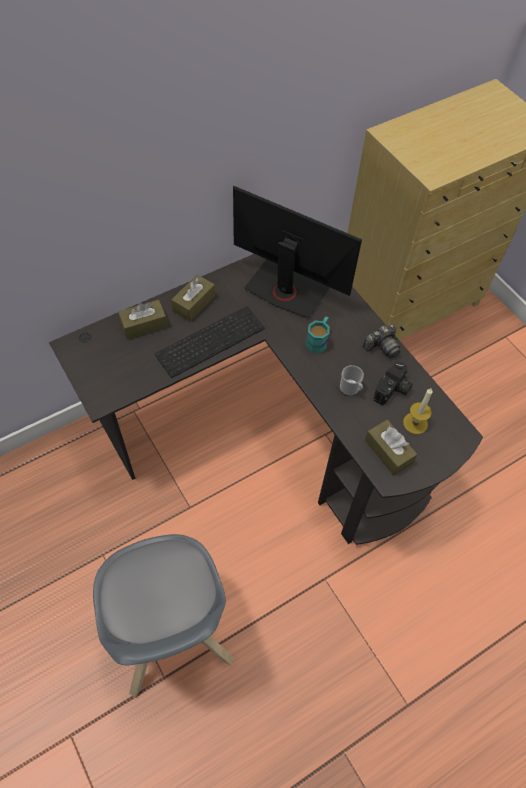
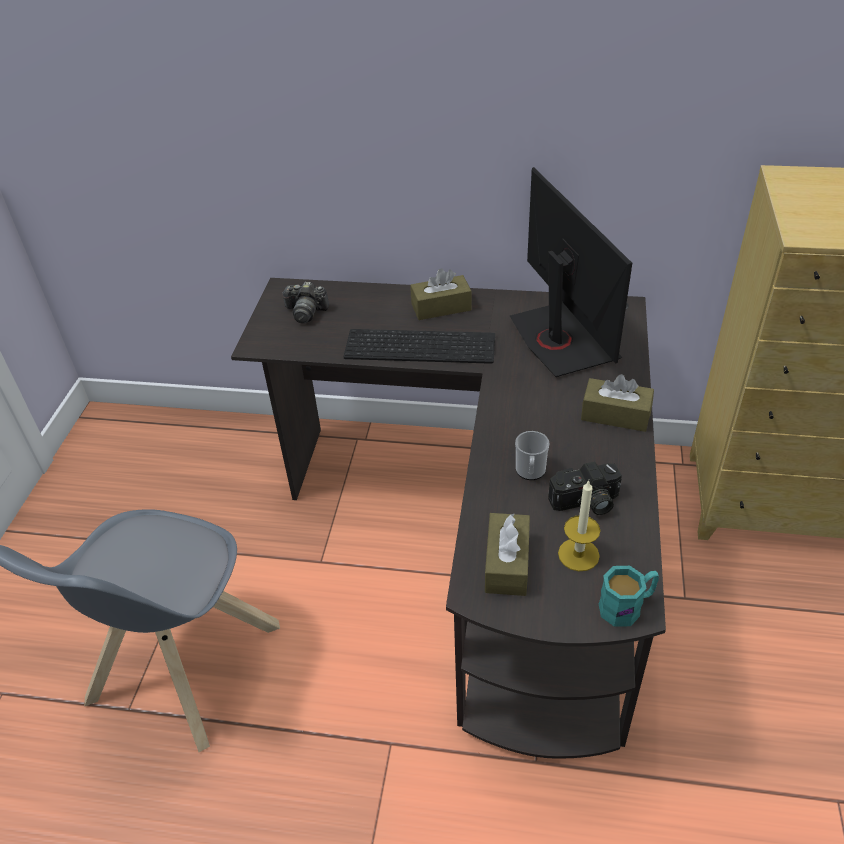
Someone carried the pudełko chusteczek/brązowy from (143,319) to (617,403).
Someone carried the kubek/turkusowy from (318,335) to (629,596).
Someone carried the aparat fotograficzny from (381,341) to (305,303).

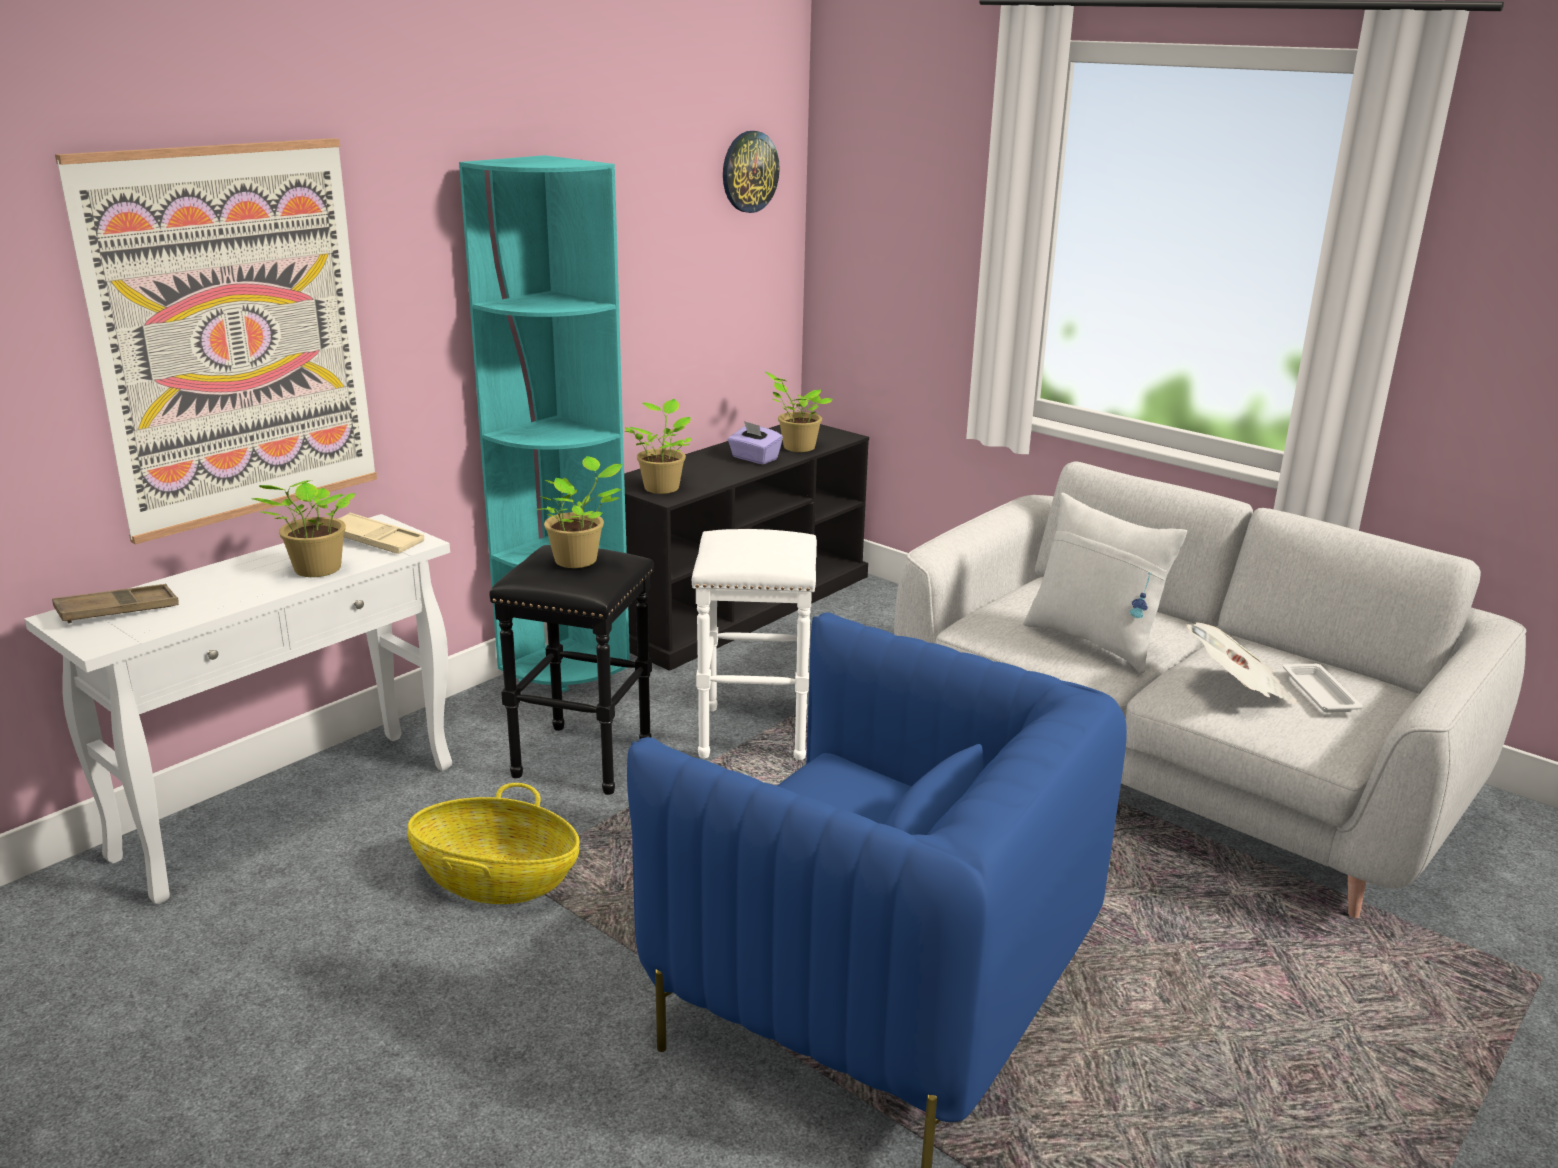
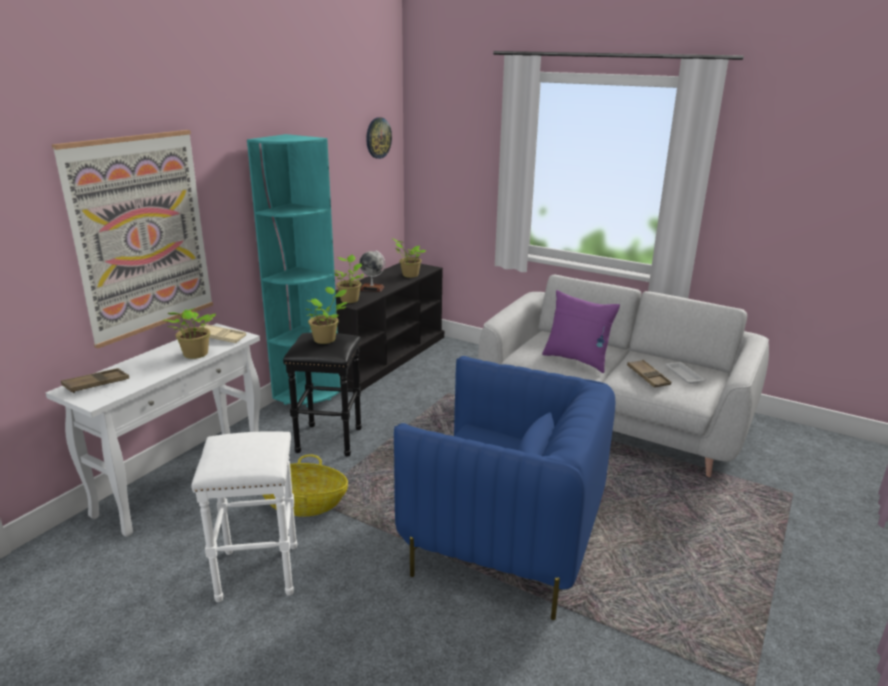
Someone took away the pudełko chusteczek/fioletowy at (755,442).
Someone put down the globus at (372,271).
Someone carried the stołek/biały from (754,644) to (244,516).
Someone swapped the gazeta at (1242,663) for the taca/brązowy at (649,374).
Someone repainted the poduszka/szary at (1105,583), which became the poduszka/fioletowy at (581,331).

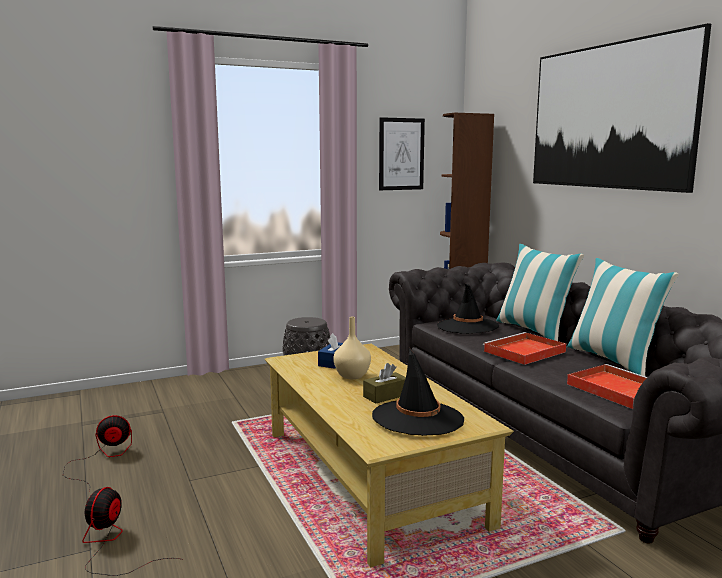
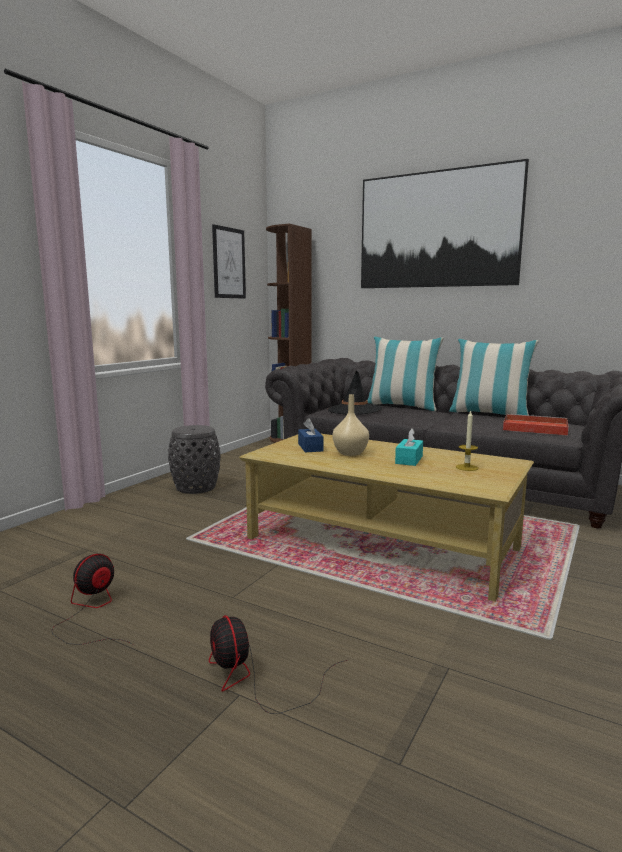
Someone took away the taca/czerwony at (524,348).
Someone swapped the kapelusz/czarny at (418,391) for the świeca at (467,441).
Someone repainted the pudełko chusteczek/brązowy at (384,383), which became the pudełko chusteczek/turkusowy at (409,447).

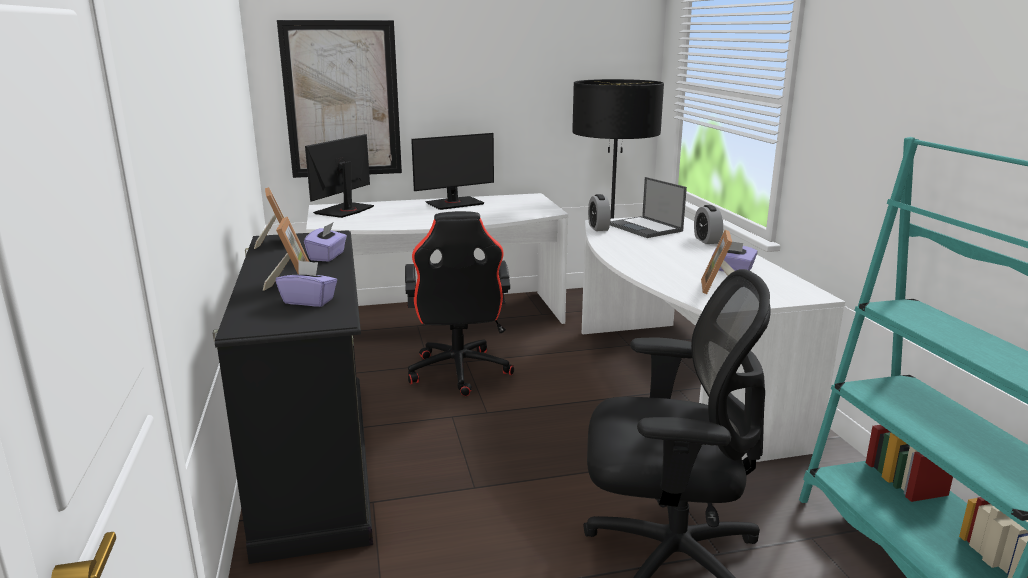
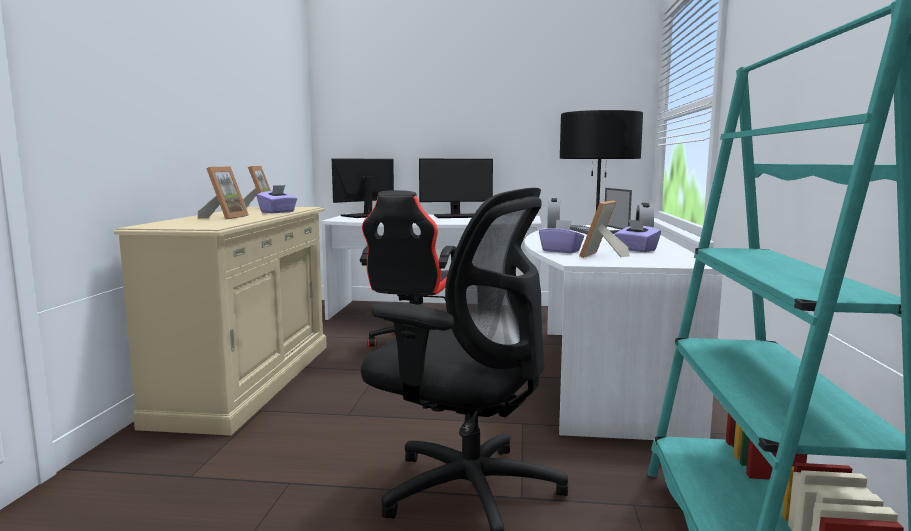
Someone took away the obraz at (339,99).
Someone carried the pudełko chusteczek/fioletowy from (306,284) to (561,236).
Someone repainted the szafka/czarny at (292,397), which became the szafka/beżowy at (220,321).

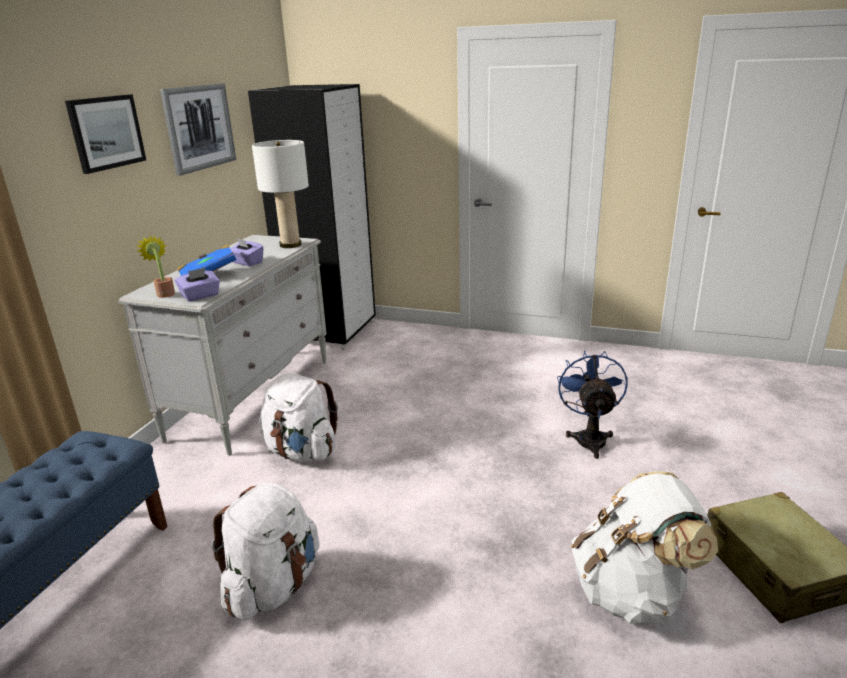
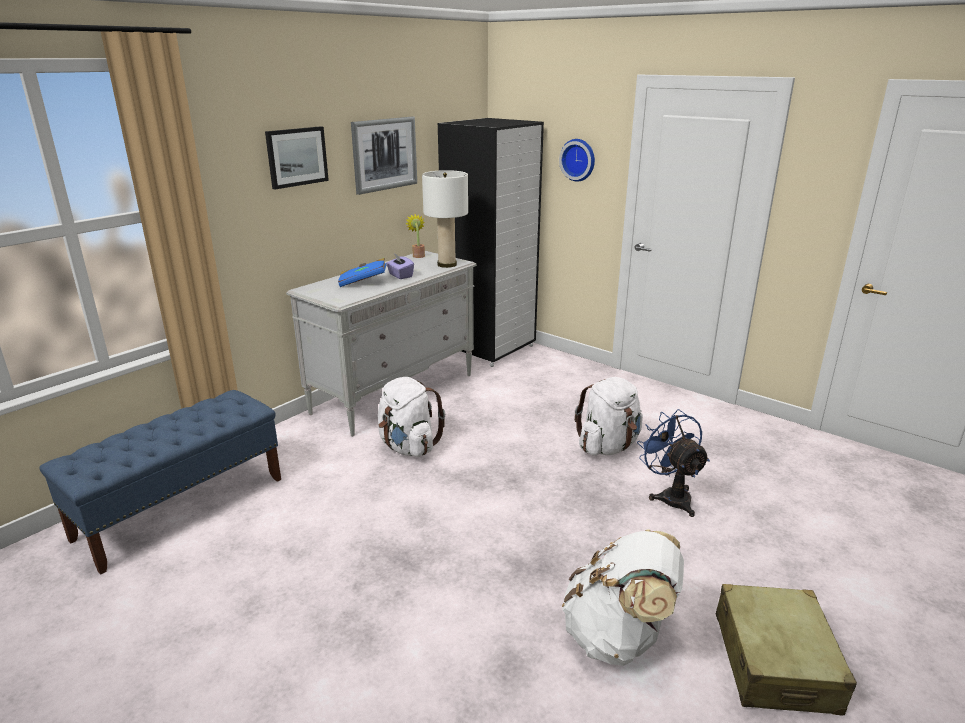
Someone took away the pudełko chusteczek/fioletowy at (197,284).
Someone put up the zegar ścienny at (577,160).
Someone carried the roślina doniczkowa from (155,266) to (415,236).
Someone carried the plecak/biały from (265,551) to (609,416).
Someone rotated the wentylator/niebieski at (592,404) by 45 degrees counterclockwise.

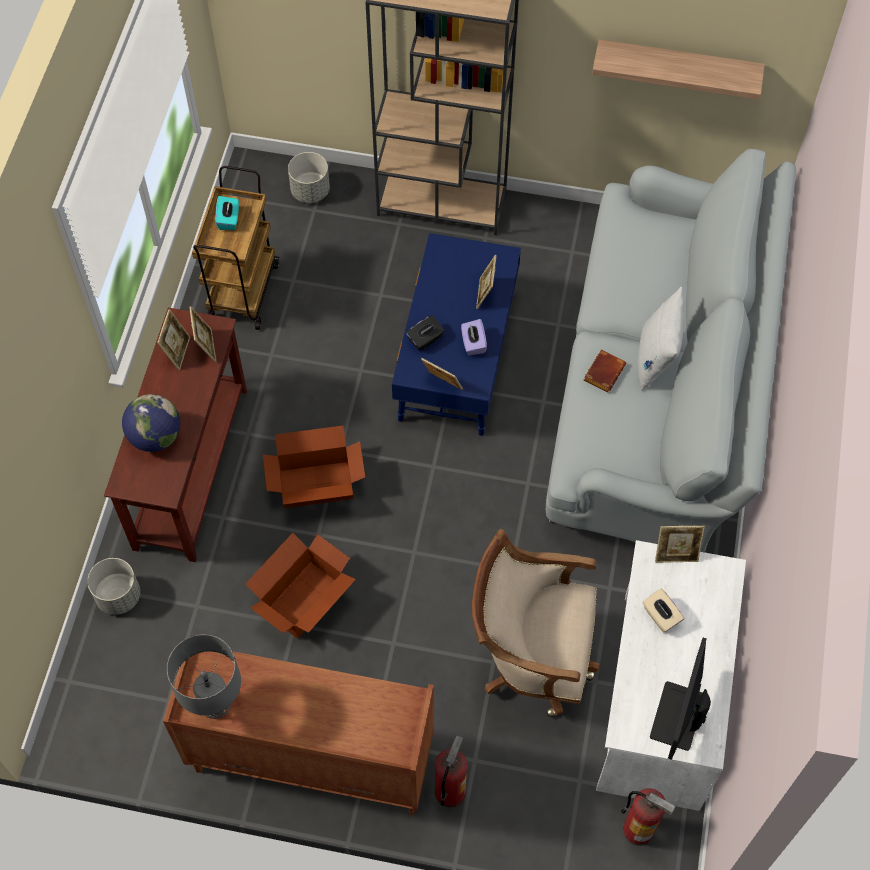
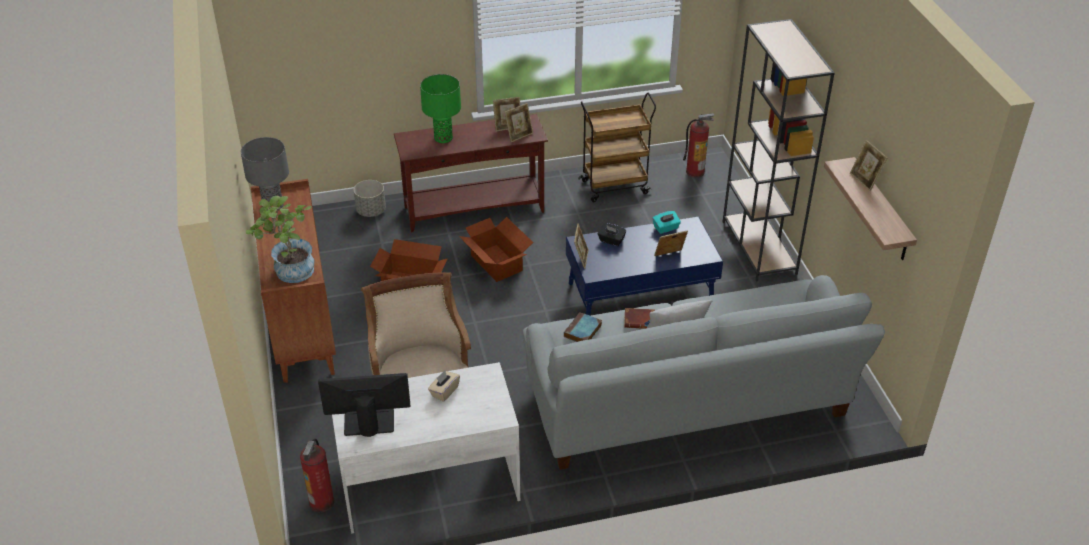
Someone took away the donica/szary at (309,177).
Someone took away the pudełko chusteczek/fioletowy at (474,337).
Someone put down the roślina doniczkowa at (279,239).
Someone put down the książka at (583,327).
Someone carried the pudełko chusteczek/turkusowy from (227,213) to (666,222).
Someone carried the gaśnica from (451,771) to (698,145).
Someone carried the ramka na zdjęcie from (680,544) to (868,165).
Someone swapped the globus at (151,423) for the lampa stołowa/zielony at (440,108).

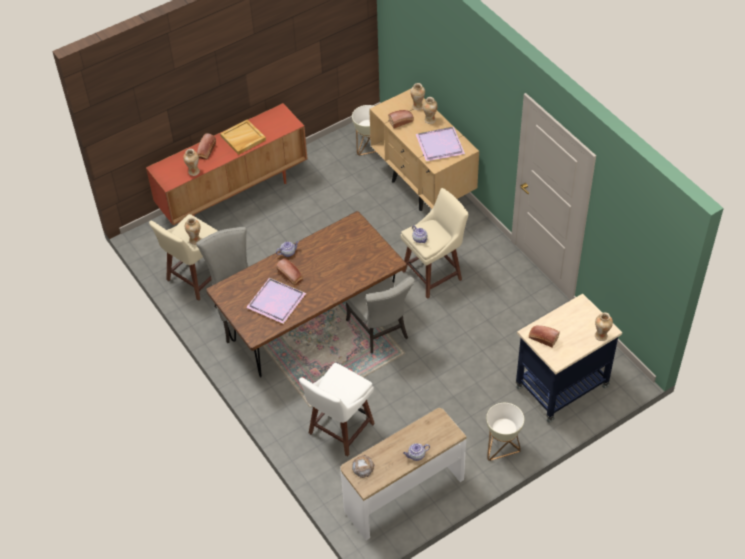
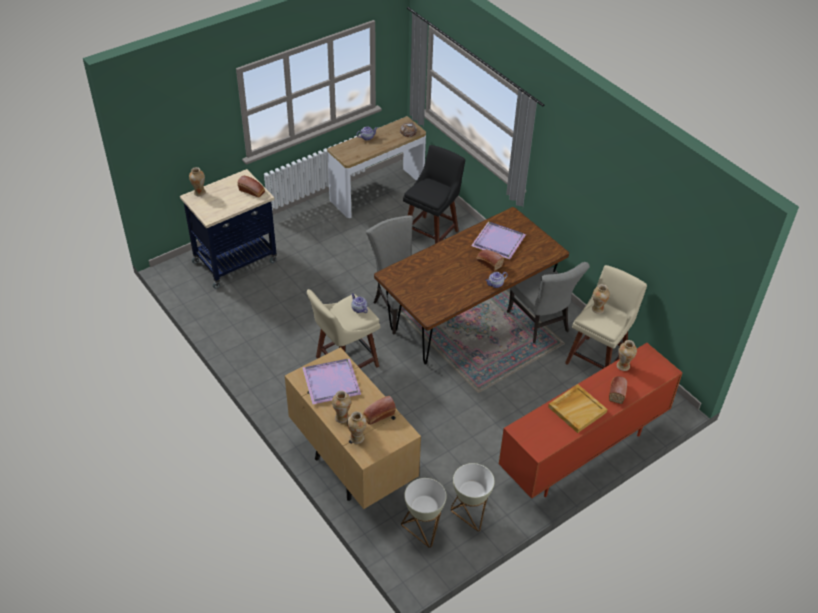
Someone carried the donica from (505,432) to (473,497).
Someone repainted the stołek/biały at (337,409), which became the stołek/czarny at (434,194).

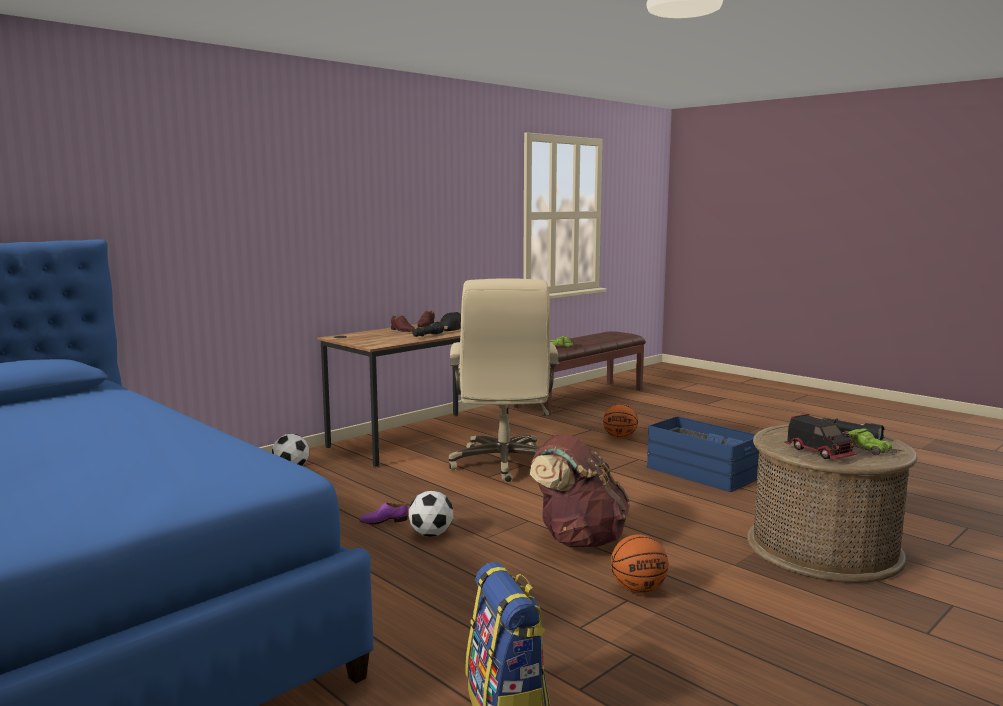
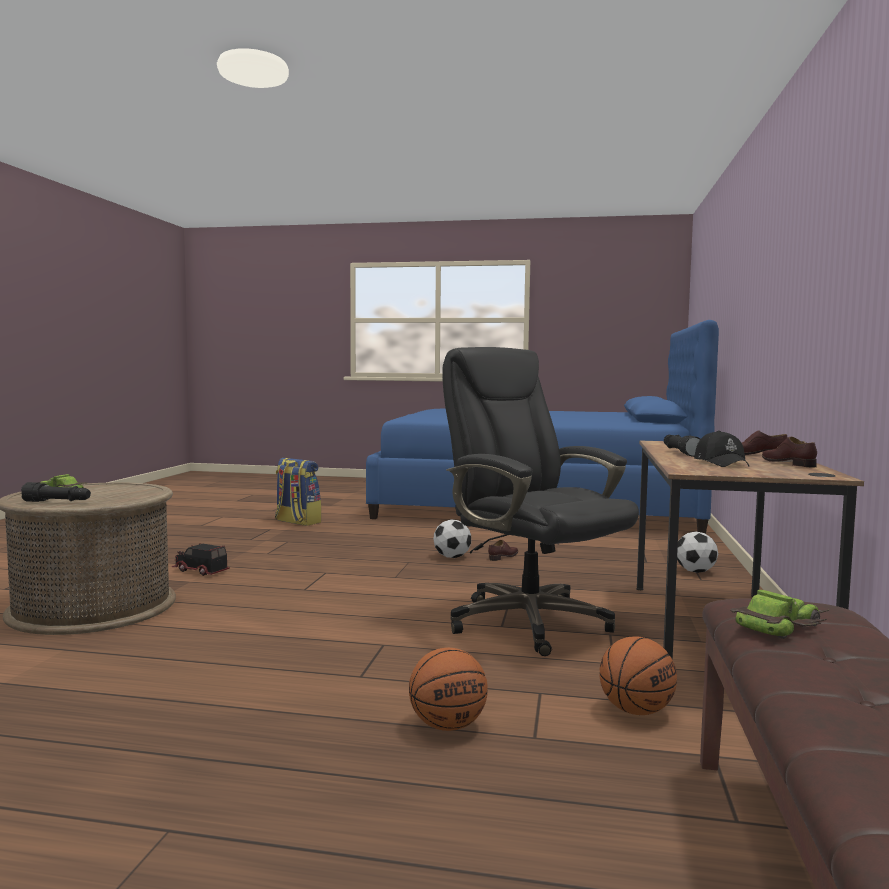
Someone took away the plecak/brązowy at (580,491).
Someone took away the pojemnik do przechowywania/niebieski at (702,454).
Someone carried the piłka do koszykówki from (639,563) to (638,675).
Someone carried the ciężarówka zabawkowa from (821,437) to (201,559).
Someone repainted the but/fioletowy at (383,513), which became the but/brązowy at (503,550).
Someone repainted the krzesło biurowe/beżowy at (504,380), which became the krzesło biurowe/czarny at (540,501).

